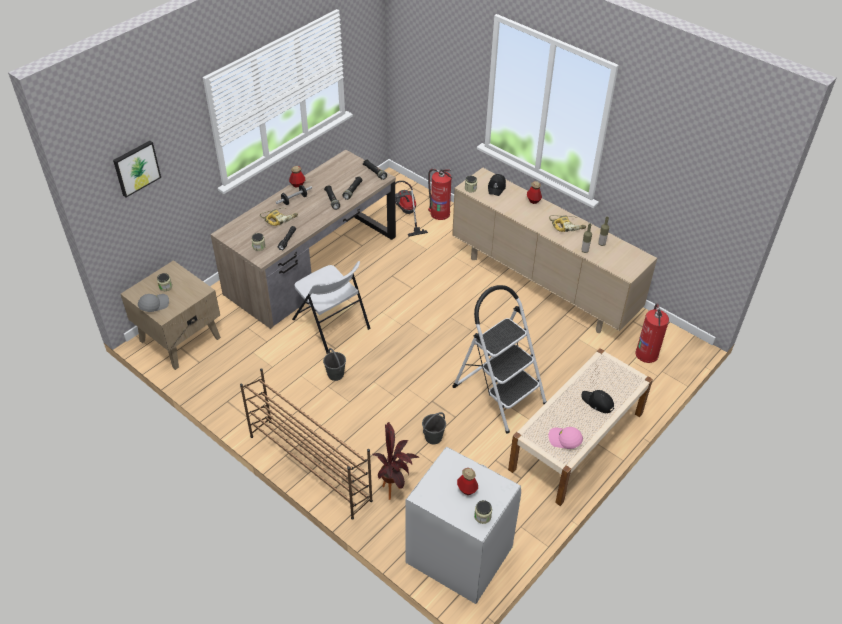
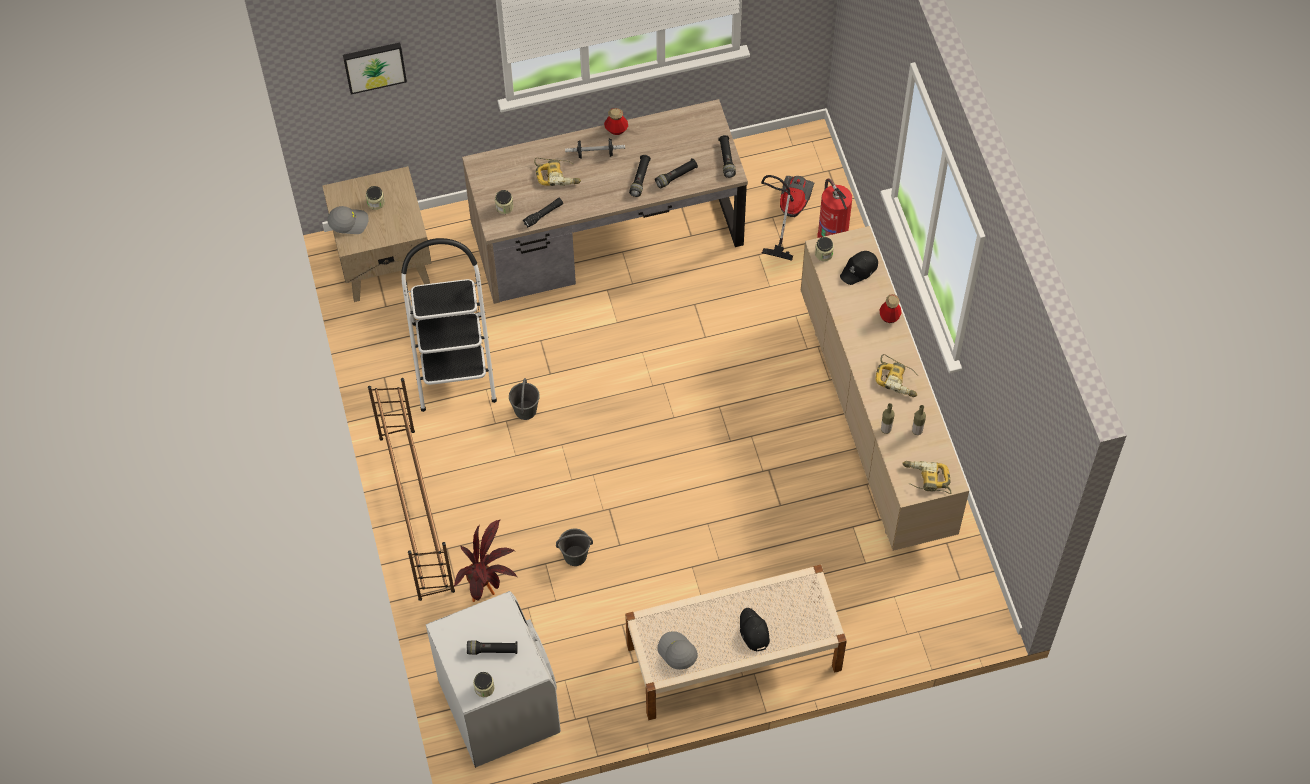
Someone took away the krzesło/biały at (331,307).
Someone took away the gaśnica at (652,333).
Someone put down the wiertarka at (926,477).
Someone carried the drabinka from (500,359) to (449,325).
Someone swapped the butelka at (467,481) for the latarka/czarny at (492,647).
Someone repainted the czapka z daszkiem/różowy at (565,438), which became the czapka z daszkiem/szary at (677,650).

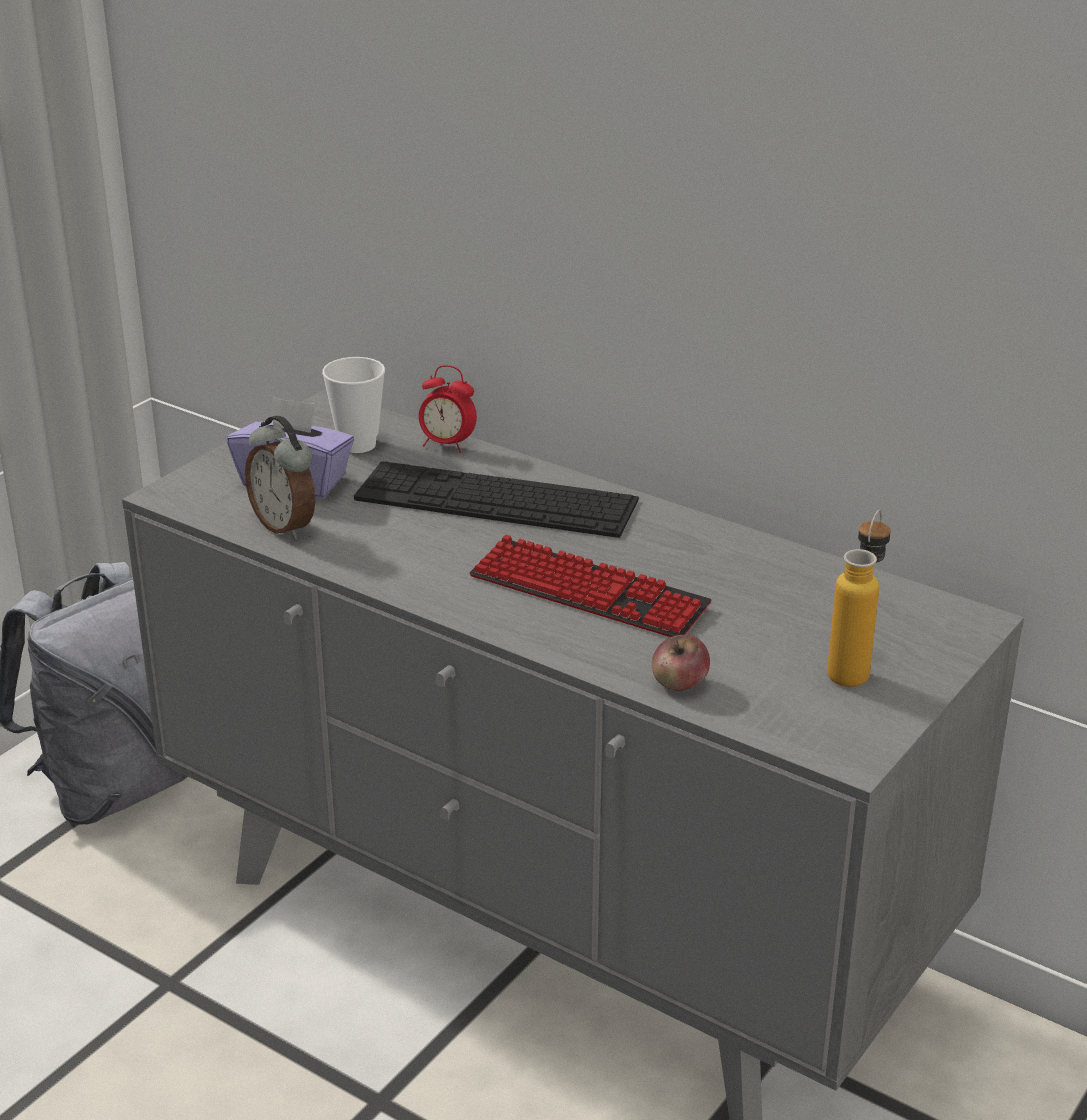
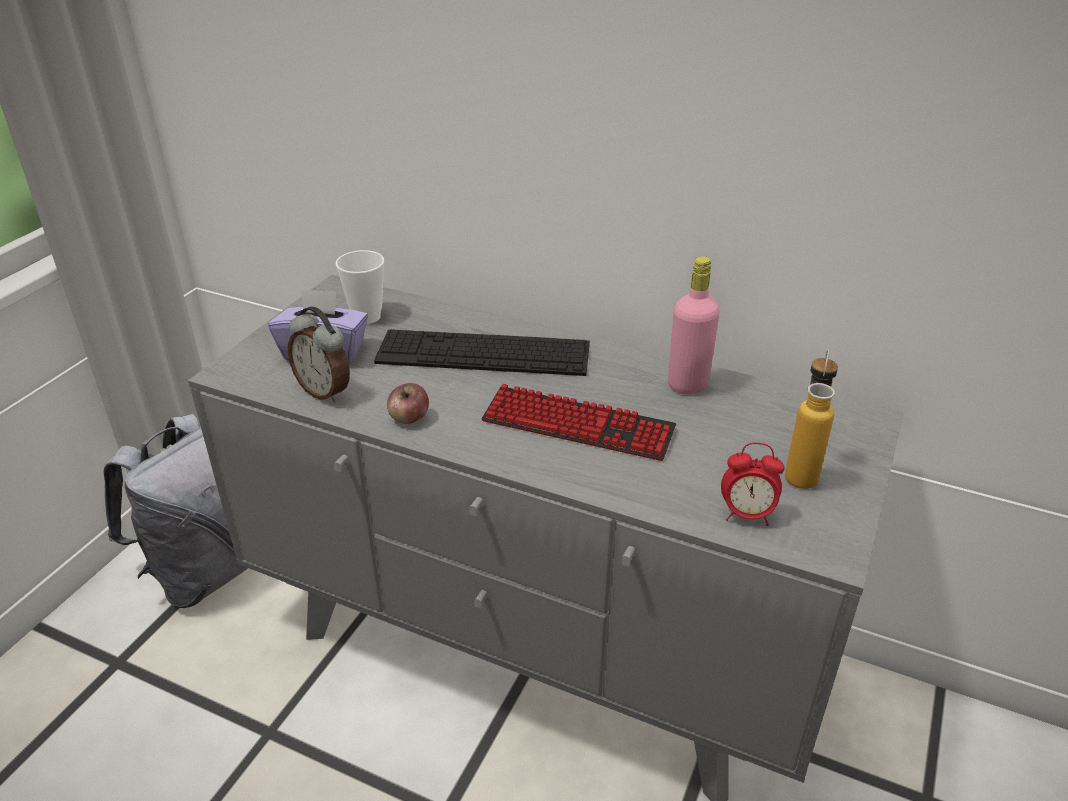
Someone put down the butelka/różowy at (694,325).
Someone carried the budzik from (448,409) to (752,484).
Someone carried the jabłko from (681,663) to (408,403).

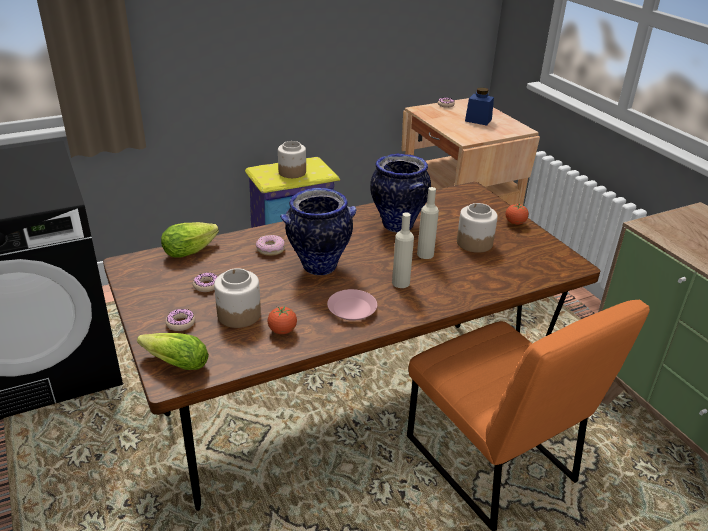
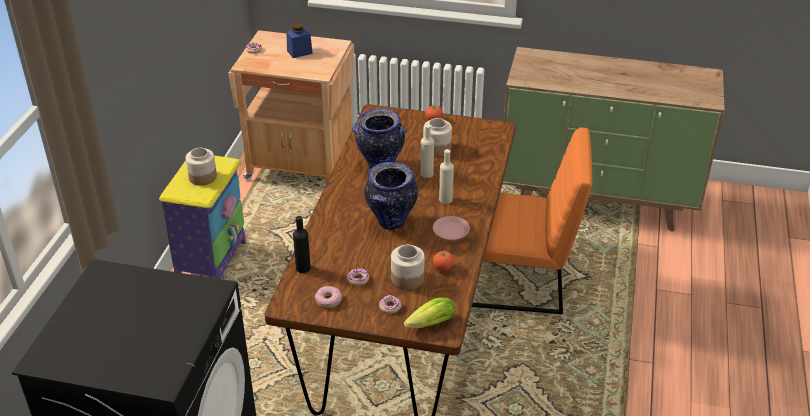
Someone carried the donut from (270,245) to (328,297).
Someone swapped the sałata at (190,240) for the butelka/czarny at (302,244).

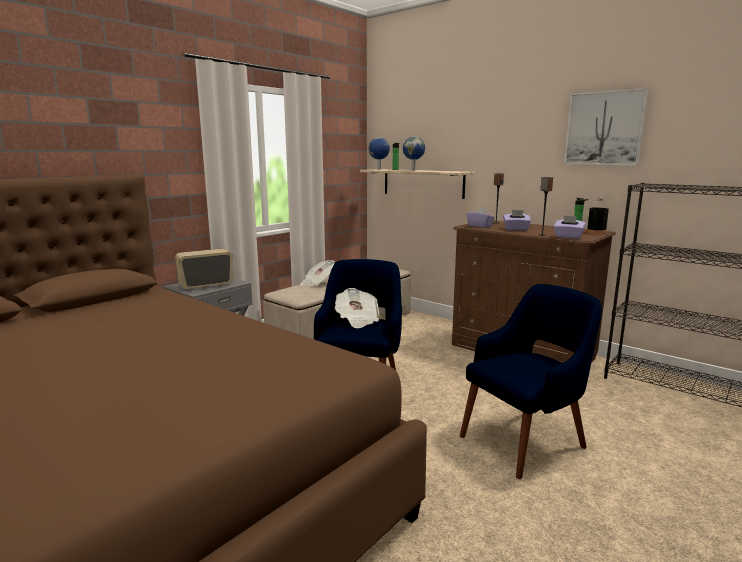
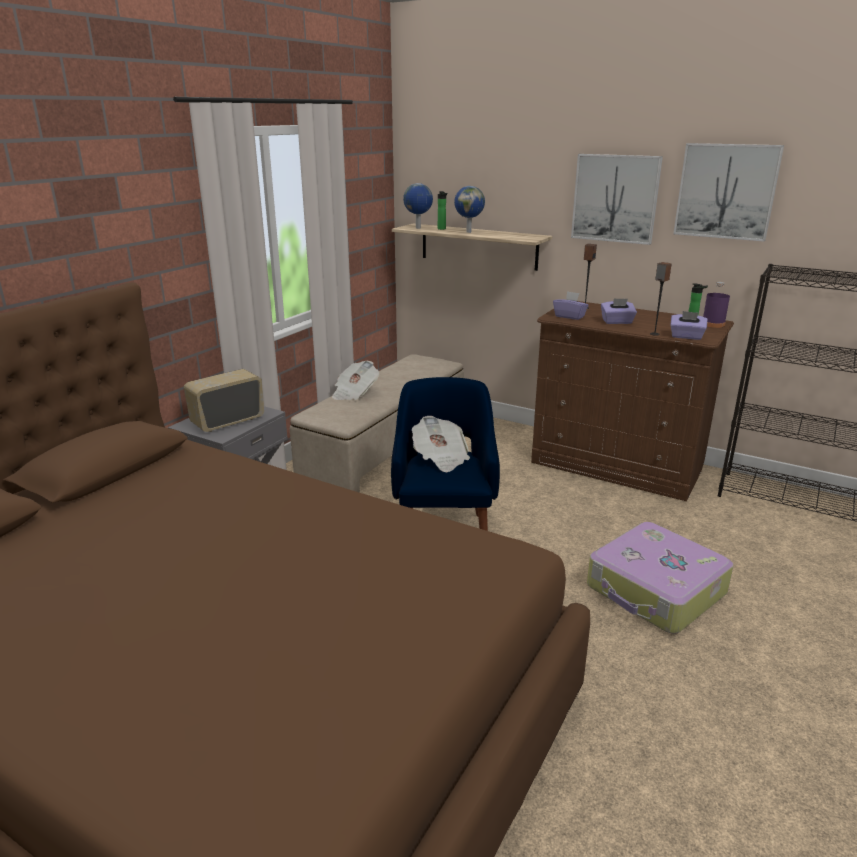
Someone put up the obraz at (617,199).
Someone swapped the fotel/niebieski at (531,381) for the walizka at (660,578).
Someone repainted the butelka/czarny at (598,216), which became the butelka/fioletowy at (716,305).

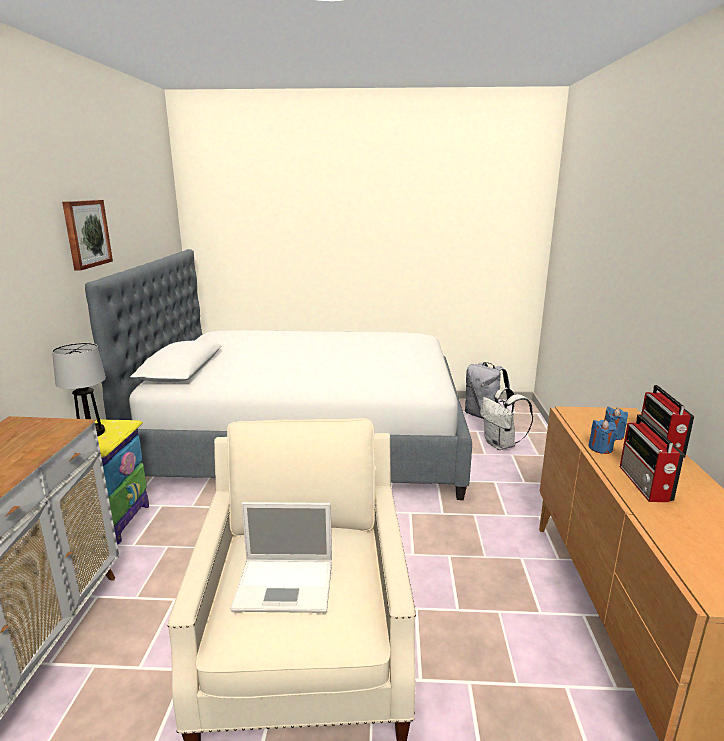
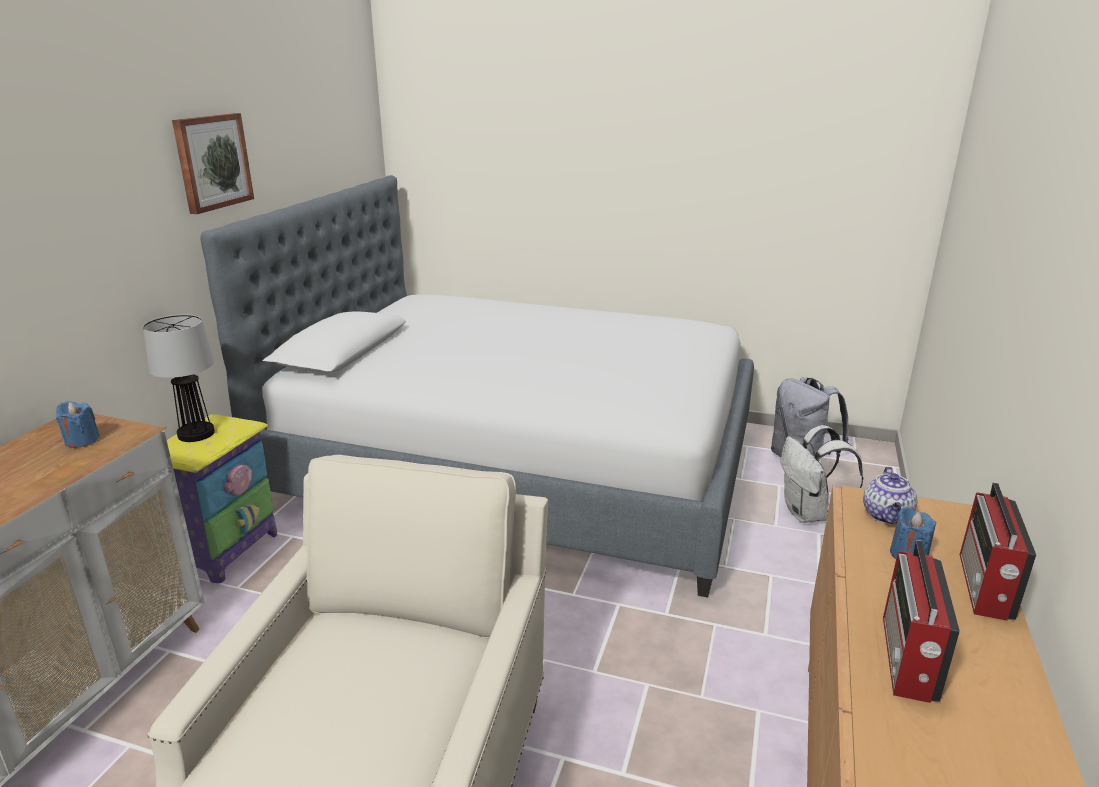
Someone took away the laptop at (281,557).
Someone put down the imbryk at (890,495).
Someone carried the świeca/niebieski from (602,437) to (78,424).

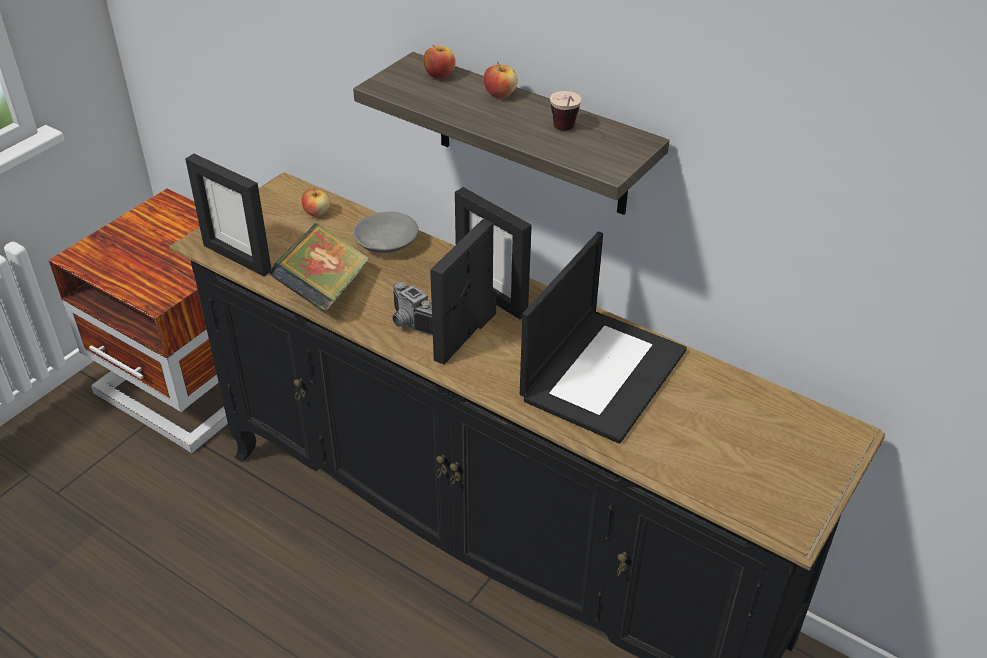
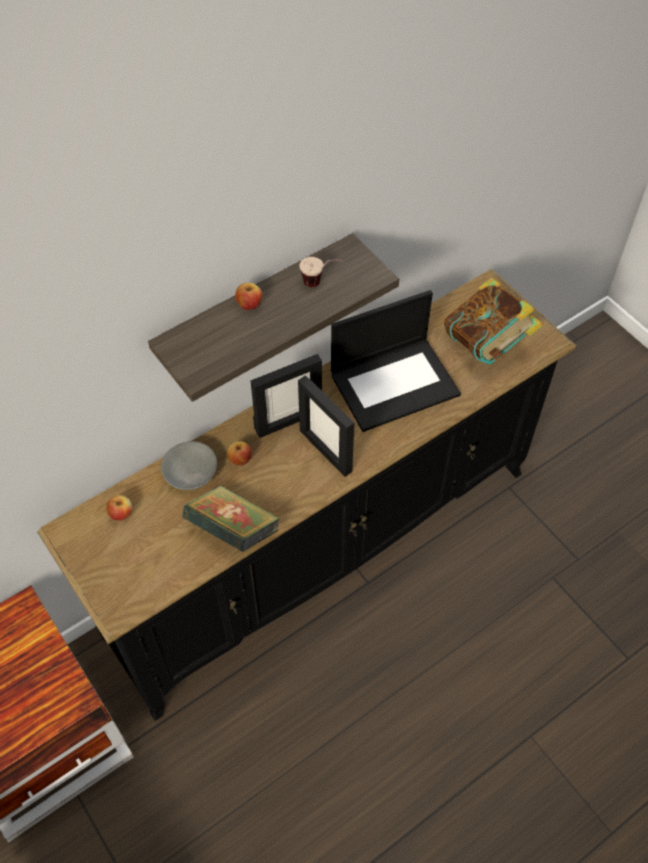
Someone took away the ramka na zdjęcie at (228,215).
Someone took away the aparat fotograficzny at (412,309).
Someone put down the książka at (493,320).
Someone carried the jabłko from (440,62) to (239,453).
Someone rotated the laptop at (603,338) by 105 degrees clockwise.

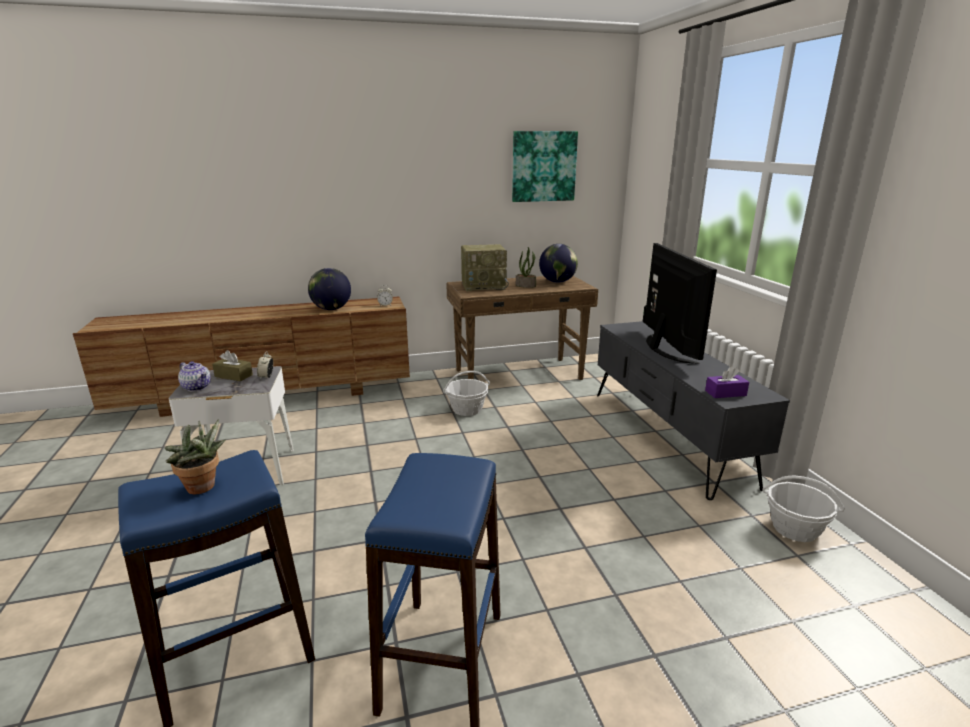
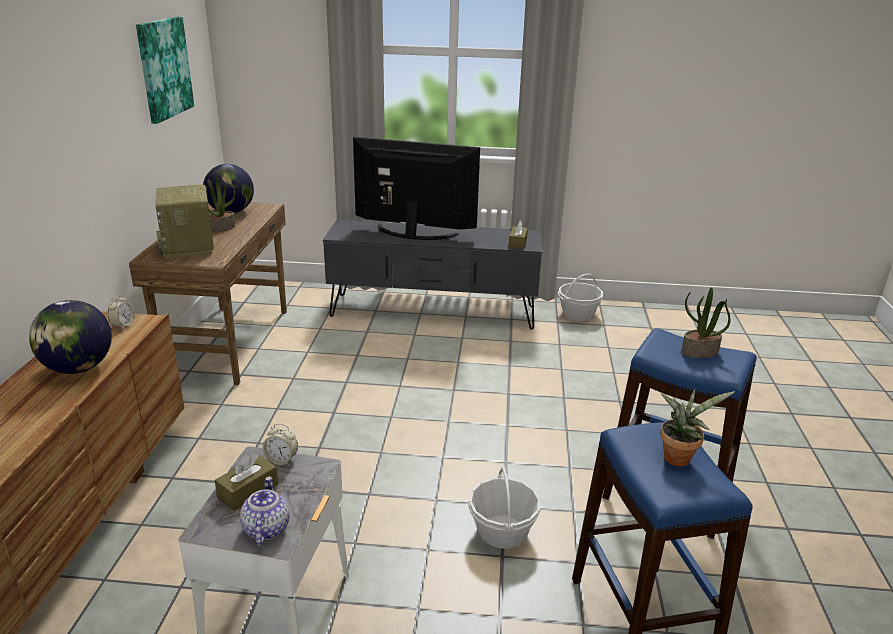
Someone put down the roślina doniczkowa at (706,323).
Someone carried the koszyk from (466,393) to (504,508).
Someone repainted the pudełko chusteczek/fioletowy at (727,382), which became the pudełko chusteczek/brązowy at (518,234).
Someone rotated the imbryk at (194,376) by 60 degrees counterclockwise.
Someone rotated the radio at (485,267) by 150 degrees clockwise.

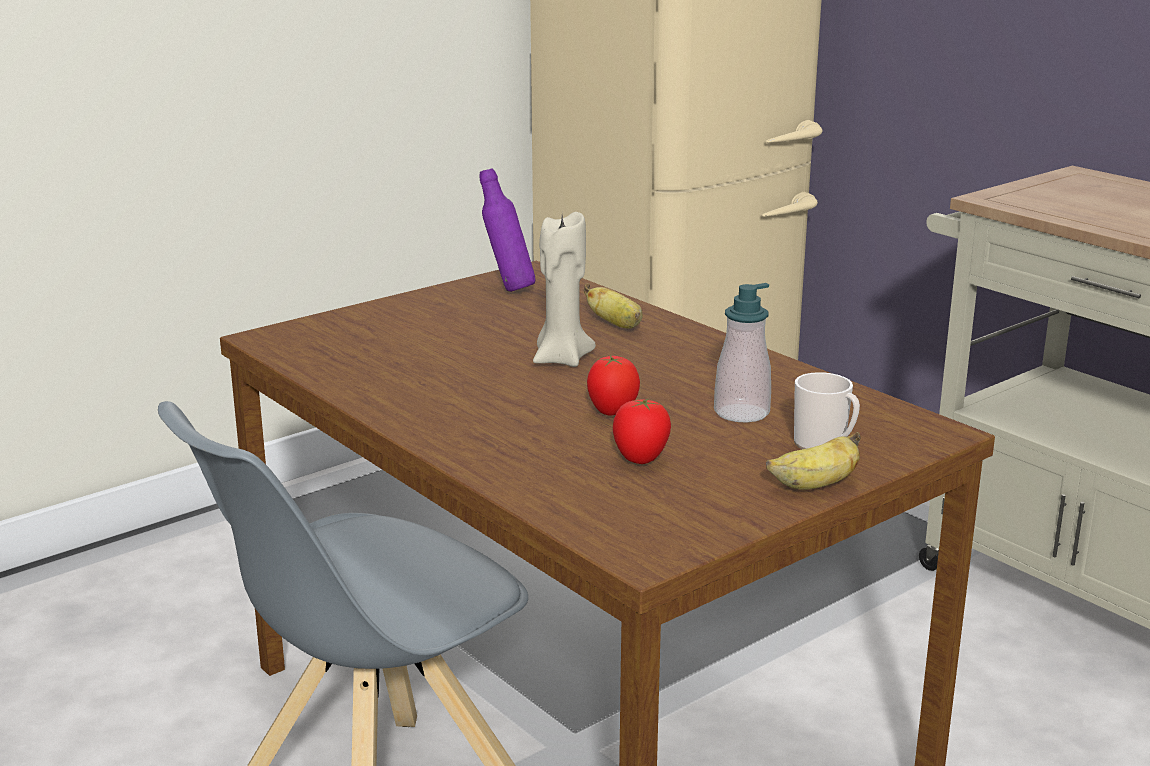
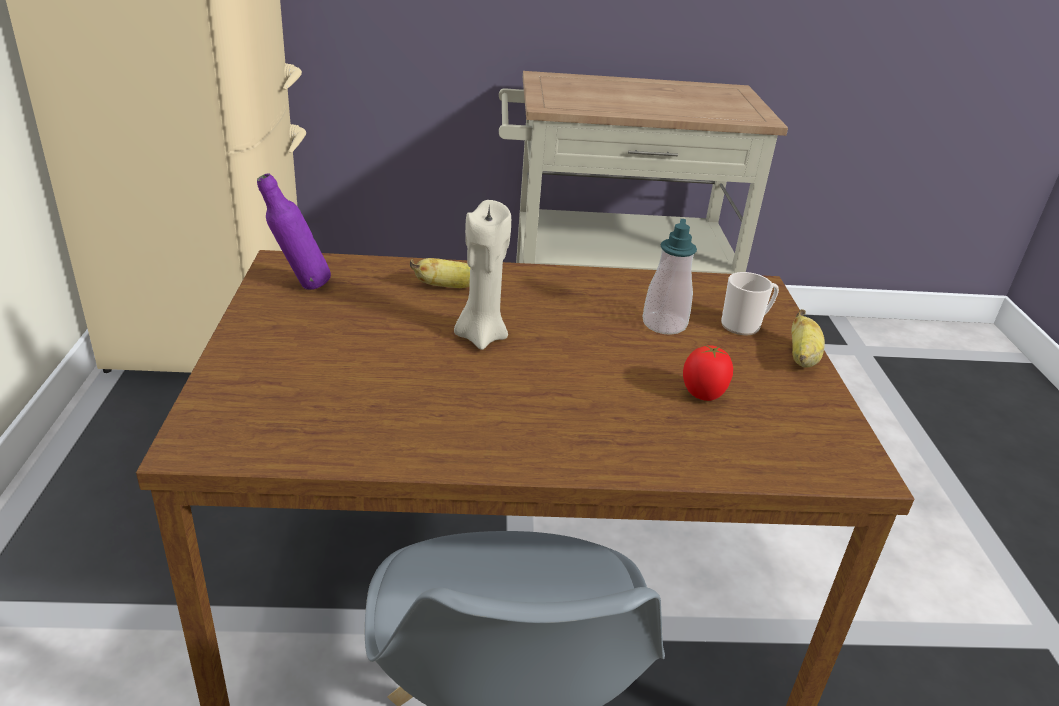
Someone took away the pomidor at (613,386).

